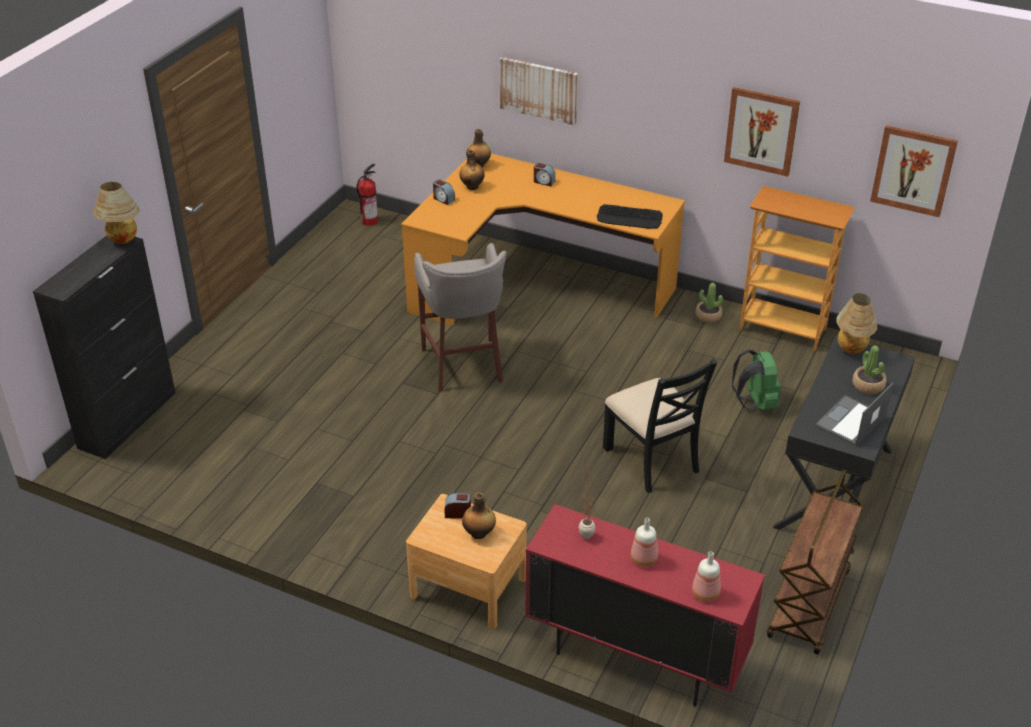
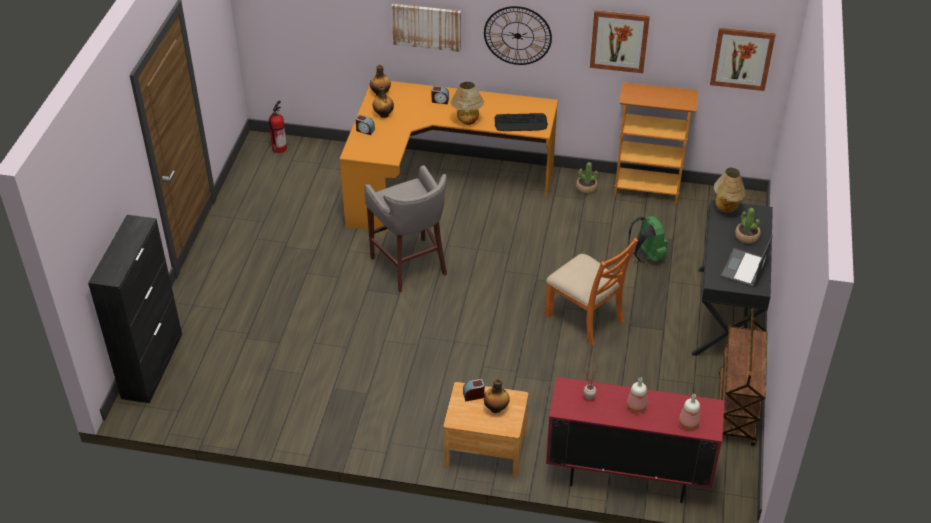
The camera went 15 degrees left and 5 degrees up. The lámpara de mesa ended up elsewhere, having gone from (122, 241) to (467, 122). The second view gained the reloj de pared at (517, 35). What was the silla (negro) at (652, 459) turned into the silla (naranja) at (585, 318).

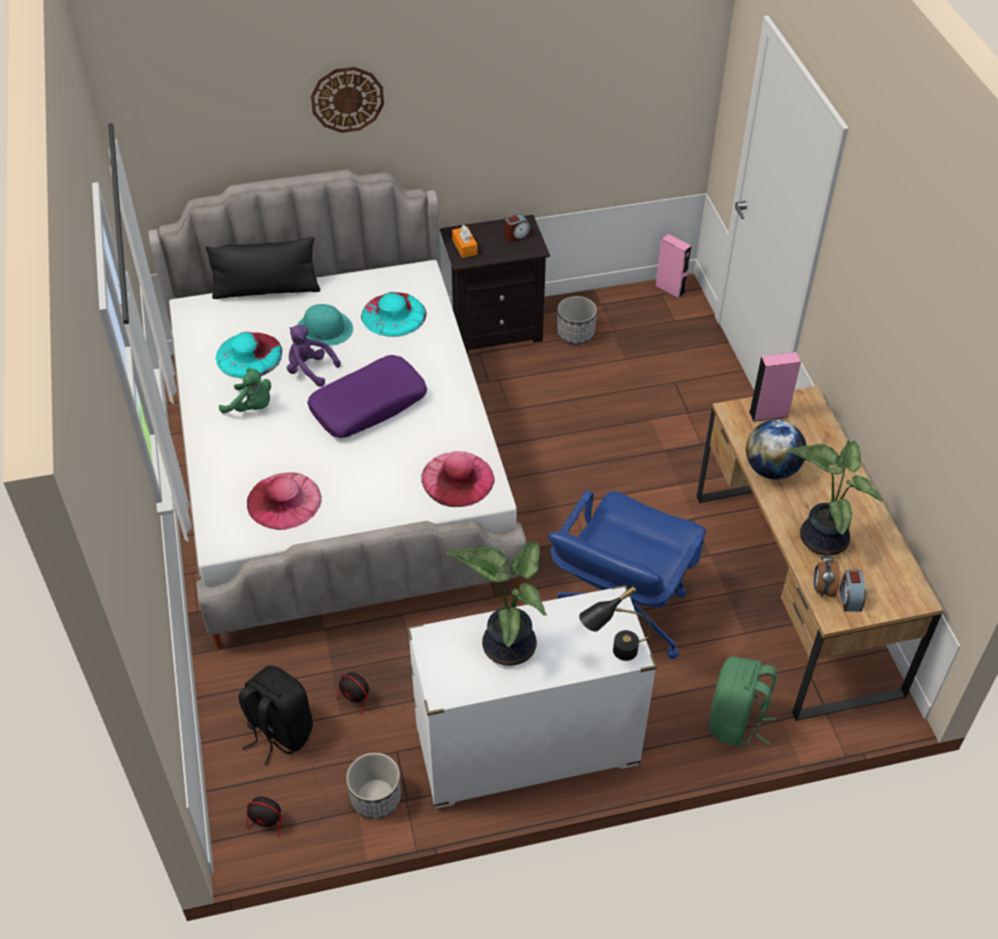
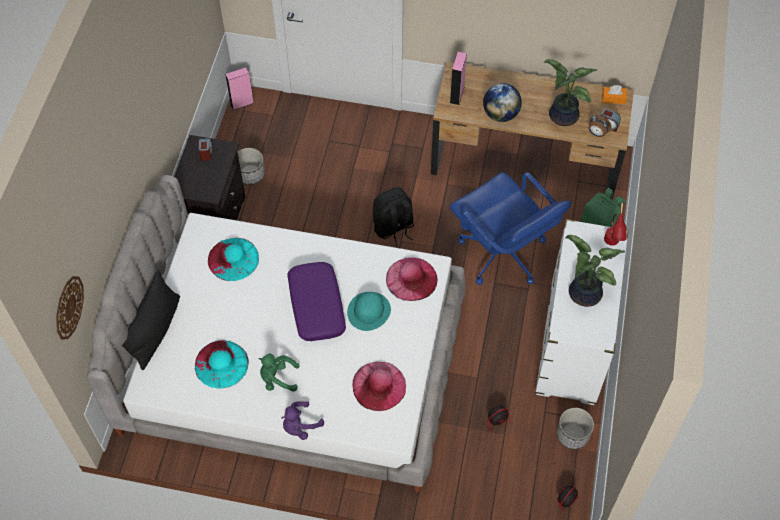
The camera went 65 degrees left and 10 degrees up. The reloj de pared ended up elsewhere, having gone from (347, 99) to (68, 307). The peluche (verde) at (252, 407) ended up facing another way, 135 degrees counterclockwise from before. The peluche (morado) ended up elsewhere, having gone from (310, 370) to (300, 426). The sombrero (turquesa) ended up elsewhere, having gone from (324, 329) to (369, 311). The mochila (negro) ended up elsewhere, having gone from (279, 732) to (393, 228). The caja de pañuelos (naranja) ended up elsewhere, having gone from (464, 247) to (613, 98). What was the lámpara de mesa (negro) at (613, 653) turned into the lámpara de mesa (rojo) at (611, 245).

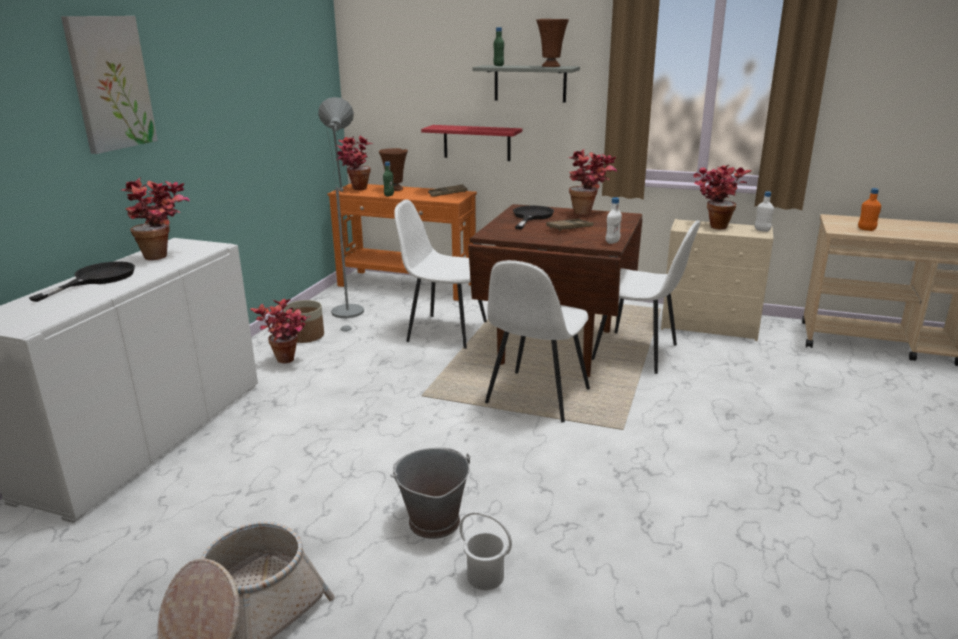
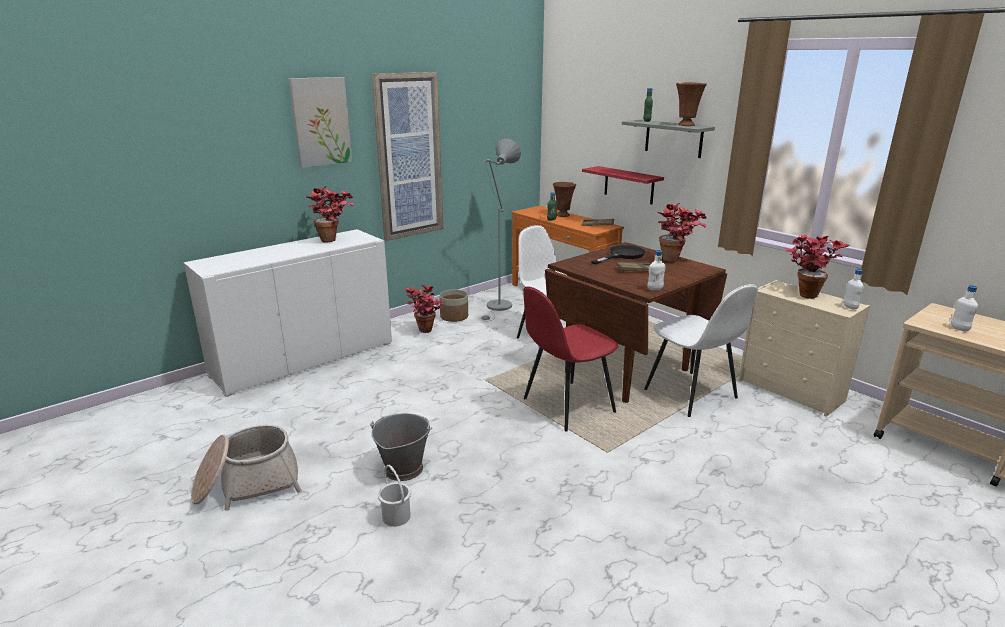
The camera went 30 degrees right and 0 degrees up. The second view gained the cuadro at (408, 157). What was the silla (blanco) at (536, 397) turned into the silla (rojo) at (566, 406). What was the botella (naranja) at (866, 229) turned into the botella (blanco) at (959, 329). The second view lost the sartén (negro) at (96, 279). The second view lost the planta en maceta at (355, 190).

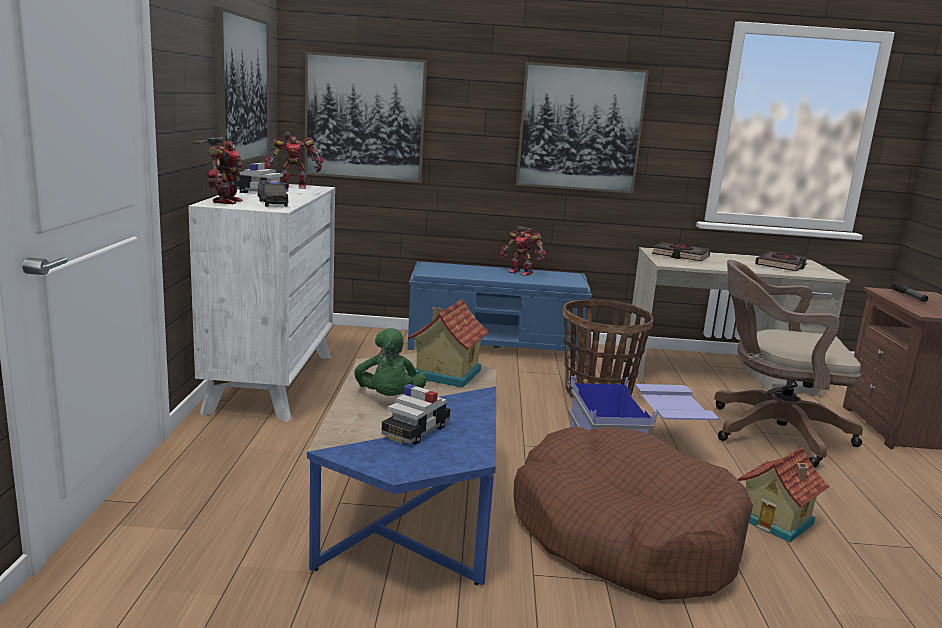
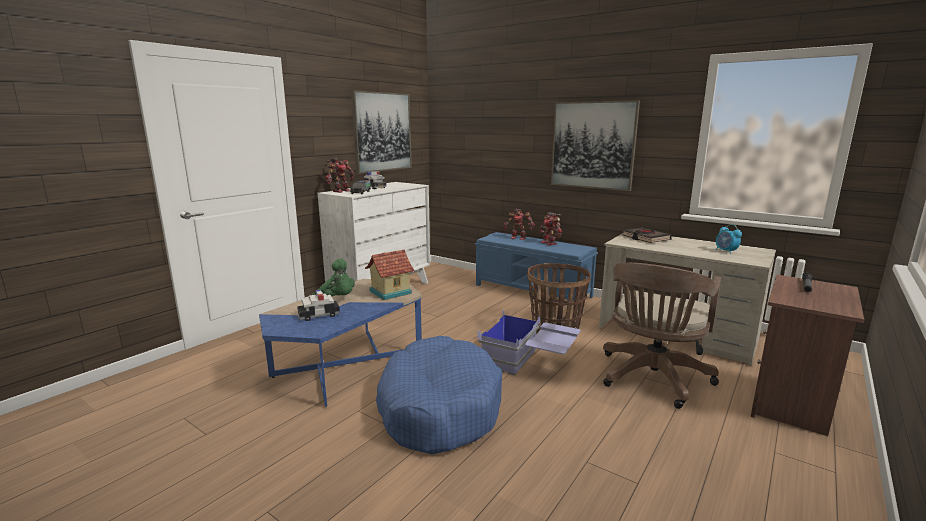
The camera went 35 degrees right and 0 degrees up. The peluche (verde) at (389, 399) ended up facing another way, 90 degrees counterclockwise from before. What was the cama para perro (marrón) at (624, 534) turned into the cama para perro (azul) at (438, 407). The robot de juguete ended up elsewhere, having gone from (293, 186) to (518, 238). The silla de oficina (marrón) at (770, 432) ended up facing another way, 105 degrees counterclockwise from before. Where the libro (negro) stood at (781, 265), the despertador came to stand at (726, 251). The second view lost the cuadro at (365, 118). The second view lost the casita at (777, 521).

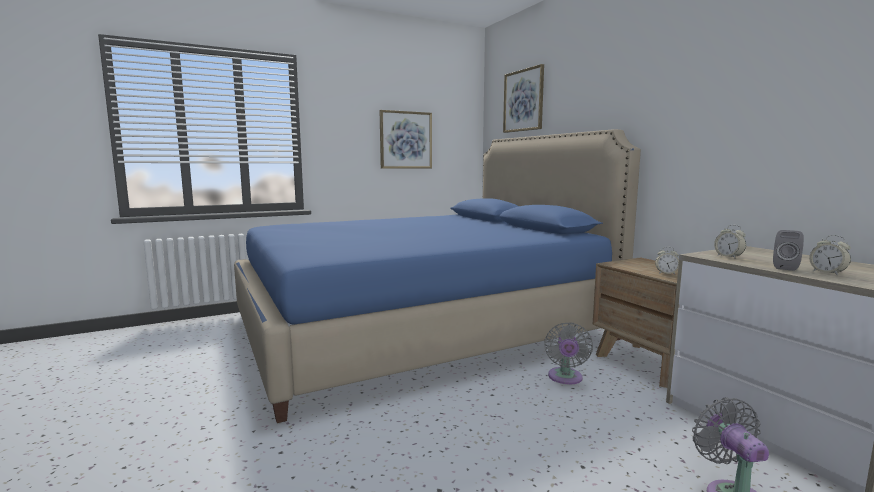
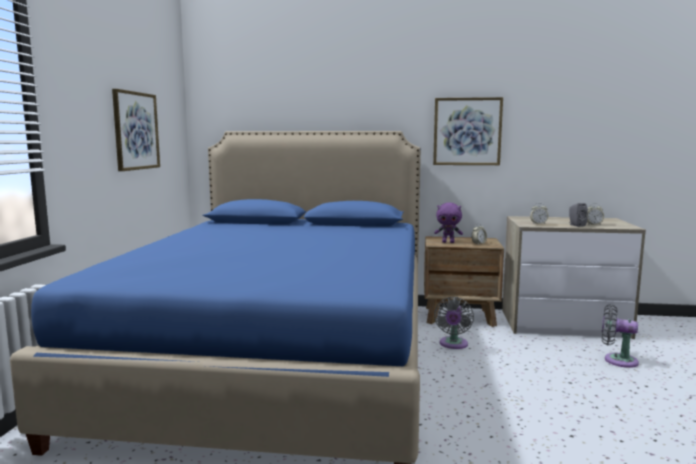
The camera went 55 degrees left and 0 degrees up. The cuadro ended up elsewhere, having gone from (523, 100) to (467, 131). The second view gained the peluche (morado) at (448, 242). The ventilador (gris) at (565, 378) ended up facing another way, 60 degrees clockwise from before.

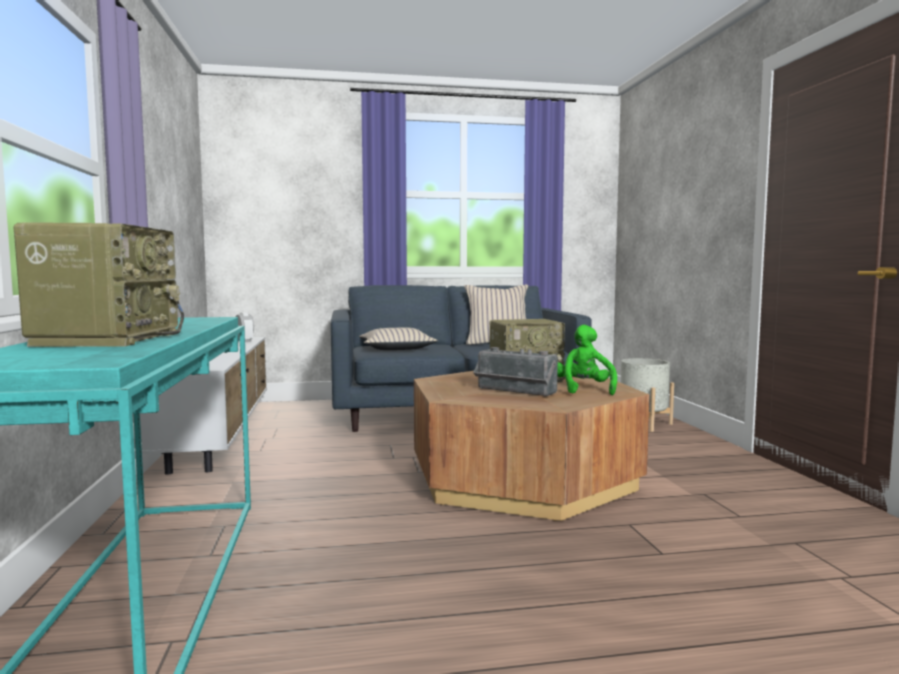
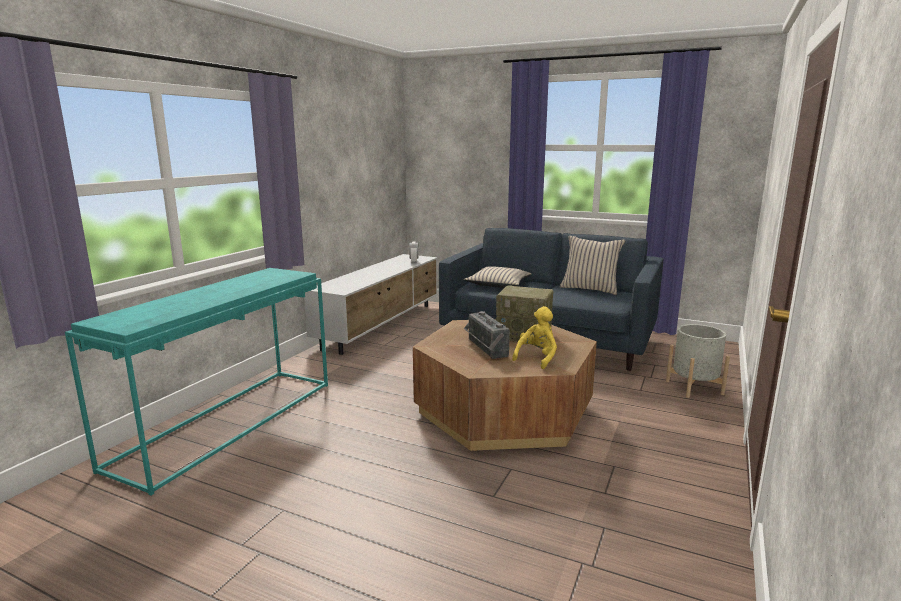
The camera went 35 degrees right and 10 degrees up. What was the peluche (verde) at (584, 389) turned into the peluche (amarillo) at (537, 358). The second view lost the radio at (107, 339).

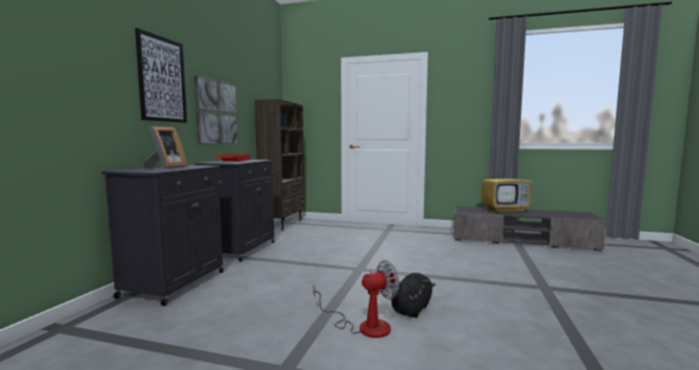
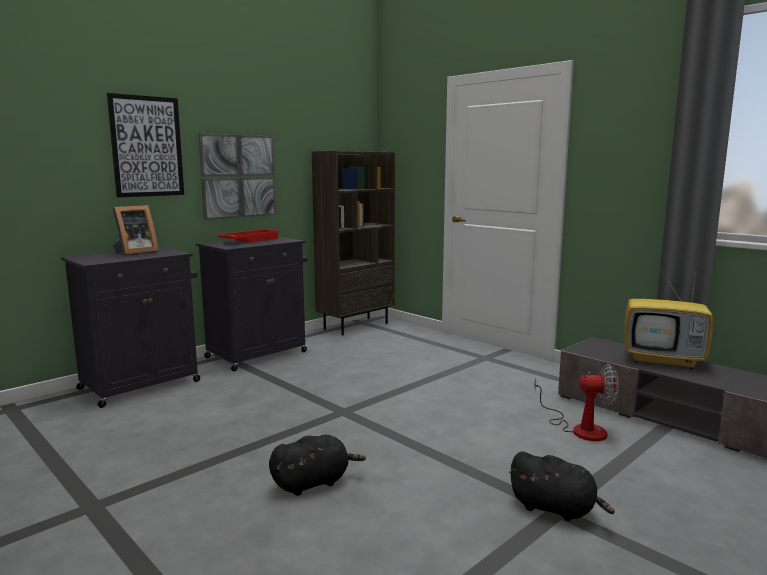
The camera went 30 degrees right and 5 degrees up. The second view gained the peluche (negro) at (556, 509). The ventilador ended up elsewhere, having gone from (364, 326) to (580, 428).

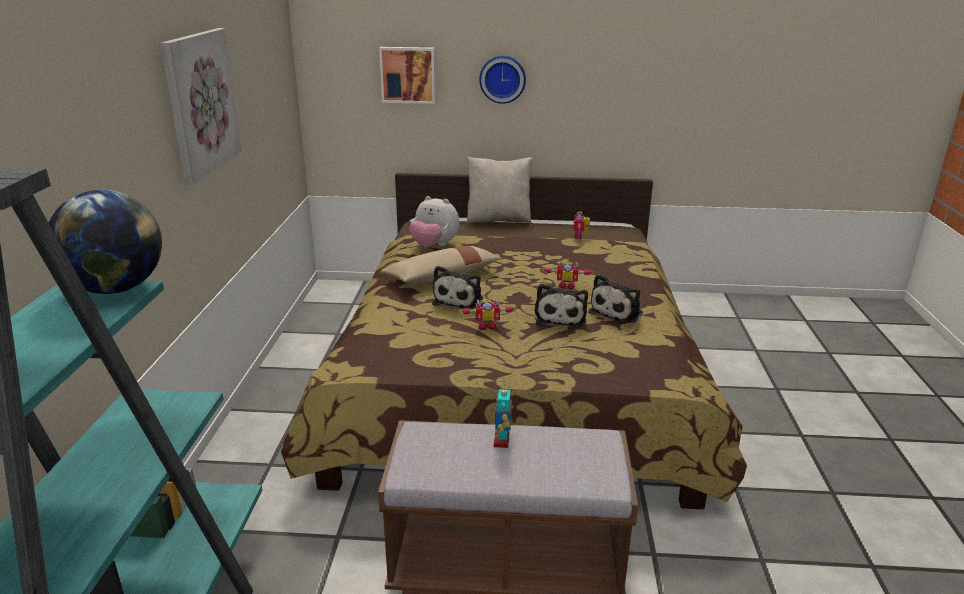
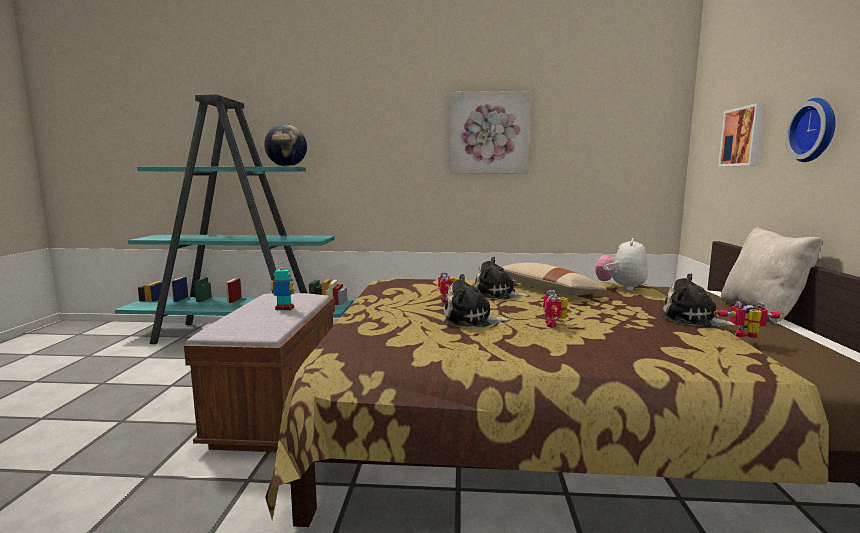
The camera went 90 degrees right and 15 degrees down. The peluche ended up elsewhere, having gone from (618, 312) to (693, 319).

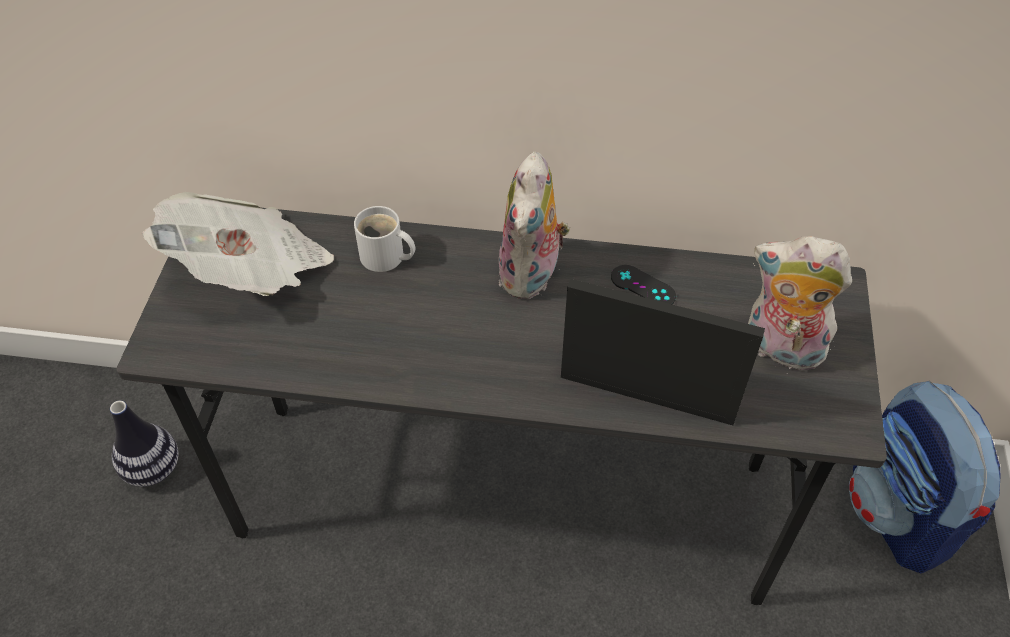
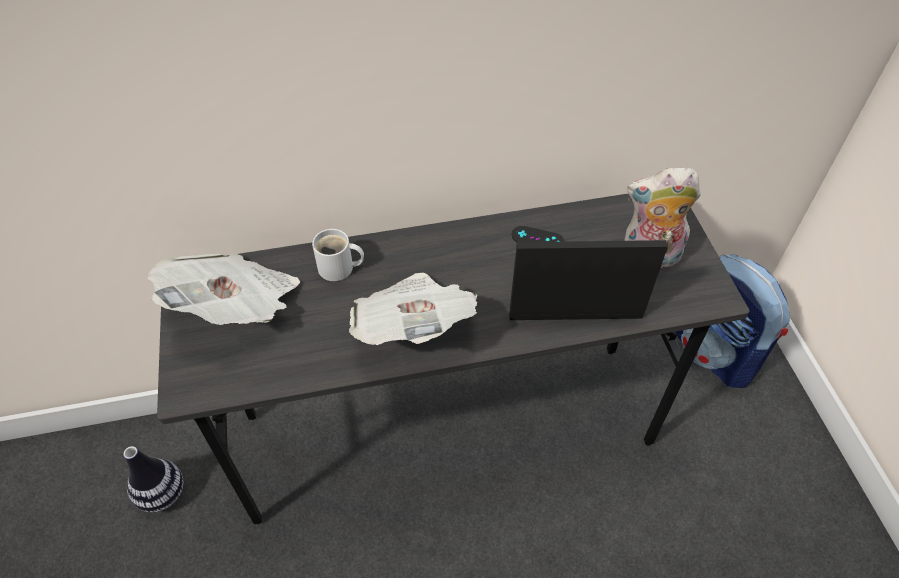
The camera went 20 degrees left and 0 degrees up. The second view gained the periódico at (413, 327). The second view lost the peluche at (532, 275).

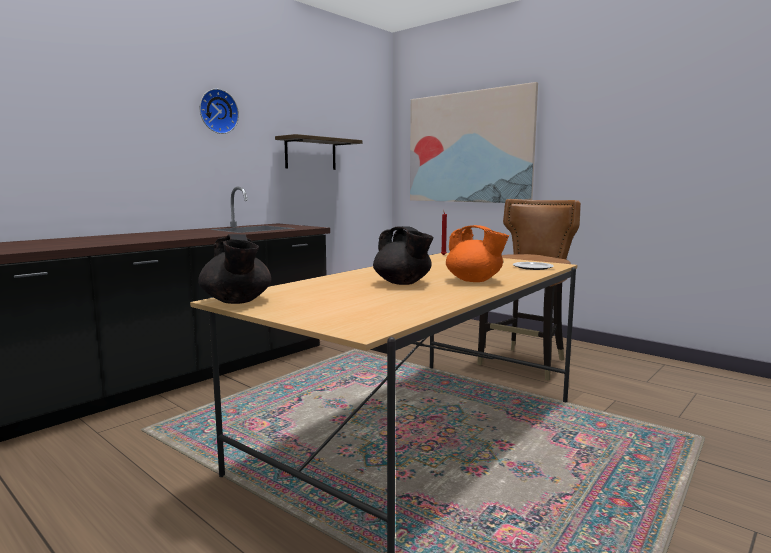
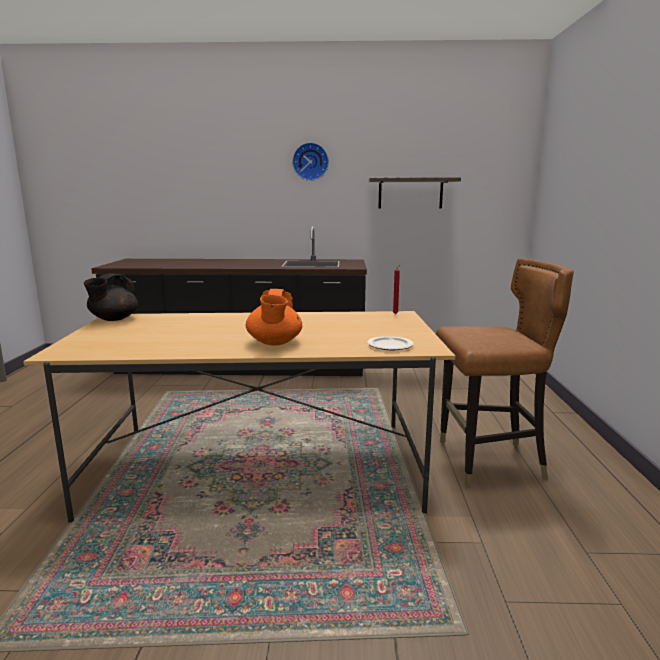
The camera went 50 degrees right and 5 degrees up. The second view lost the tetera (negro) at (403, 283). The second view lost the cuadro at (468, 147).

